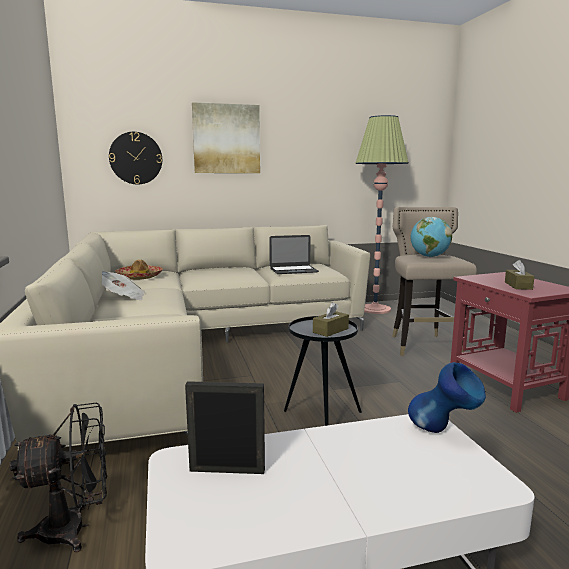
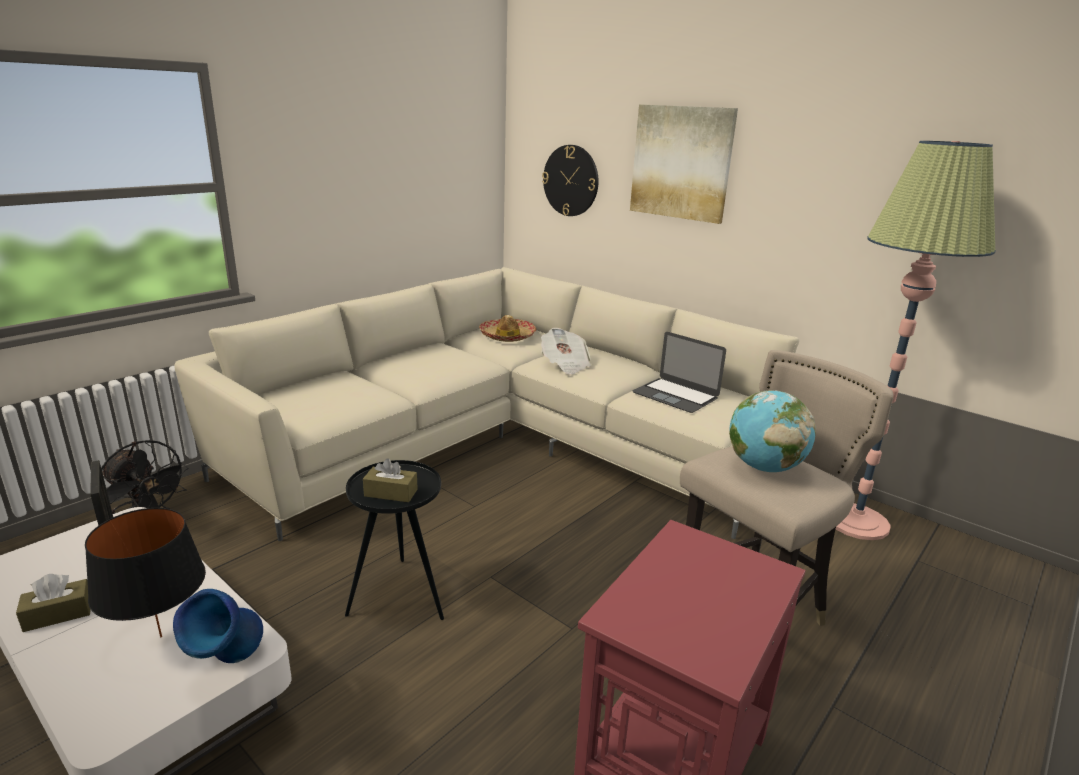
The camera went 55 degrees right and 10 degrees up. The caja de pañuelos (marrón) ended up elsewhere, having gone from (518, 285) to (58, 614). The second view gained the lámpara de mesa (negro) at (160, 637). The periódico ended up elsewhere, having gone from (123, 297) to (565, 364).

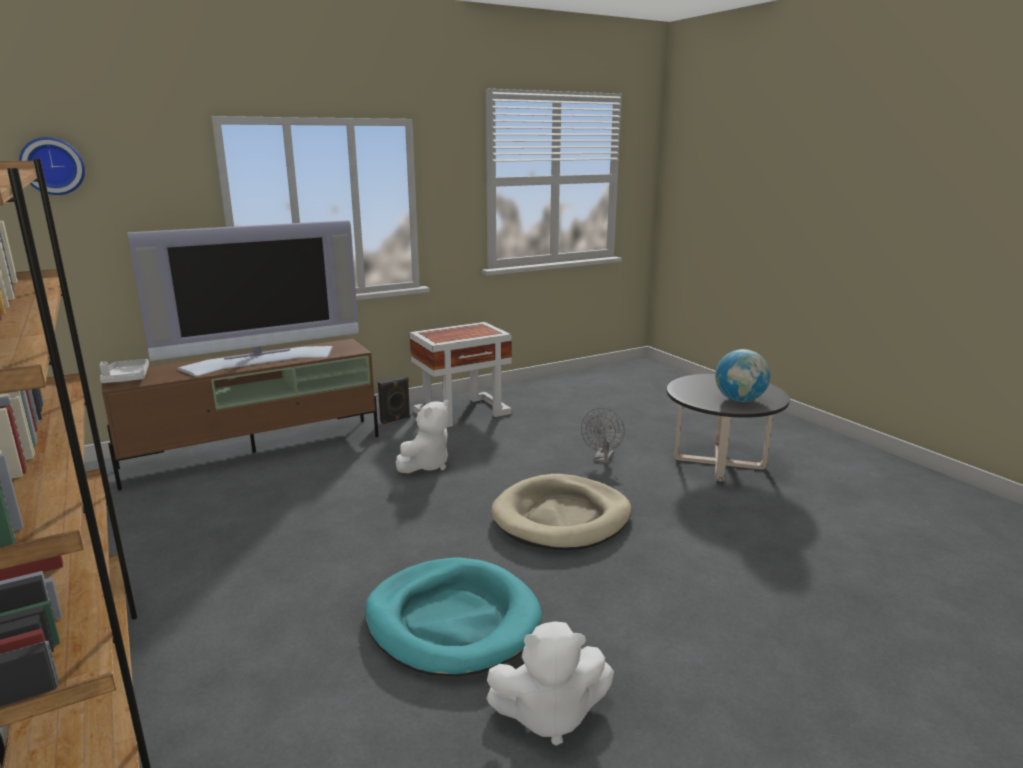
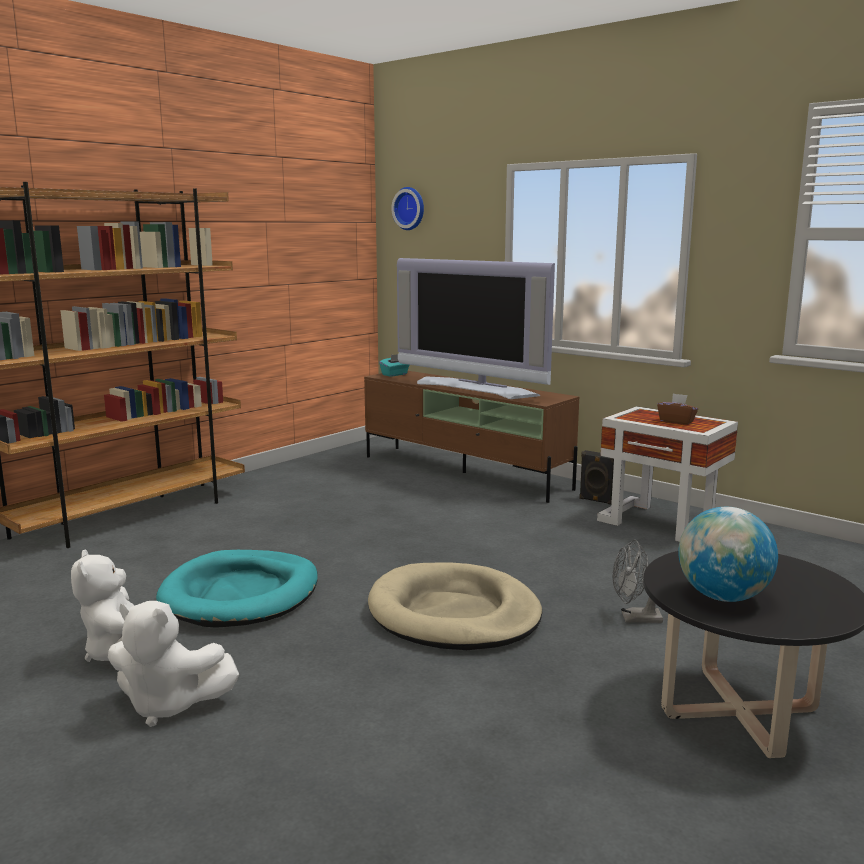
The camera went 70 degrees right and 5 degrees down. The peluche (blanco) ended up elsewhere, having gone from (426, 465) to (169, 705). Where the bandeja (gris) stood at (126, 378), the caja de pañuelos (turquesa) came to stand at (394, 374). The second view gained the caja de pañuelos (marrón) at (676, 421).

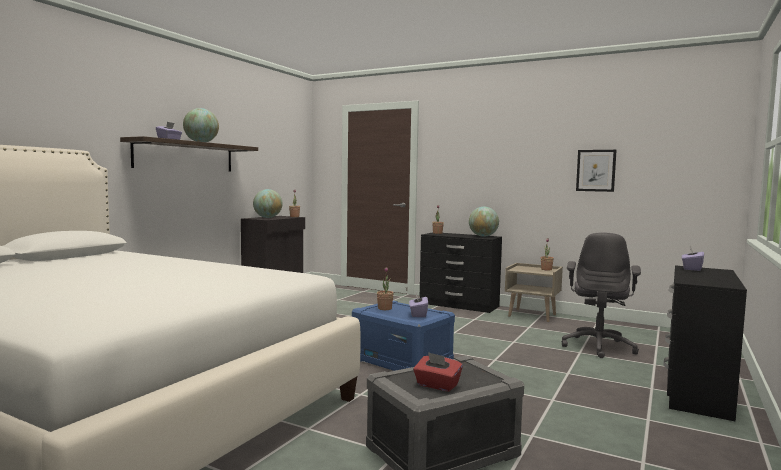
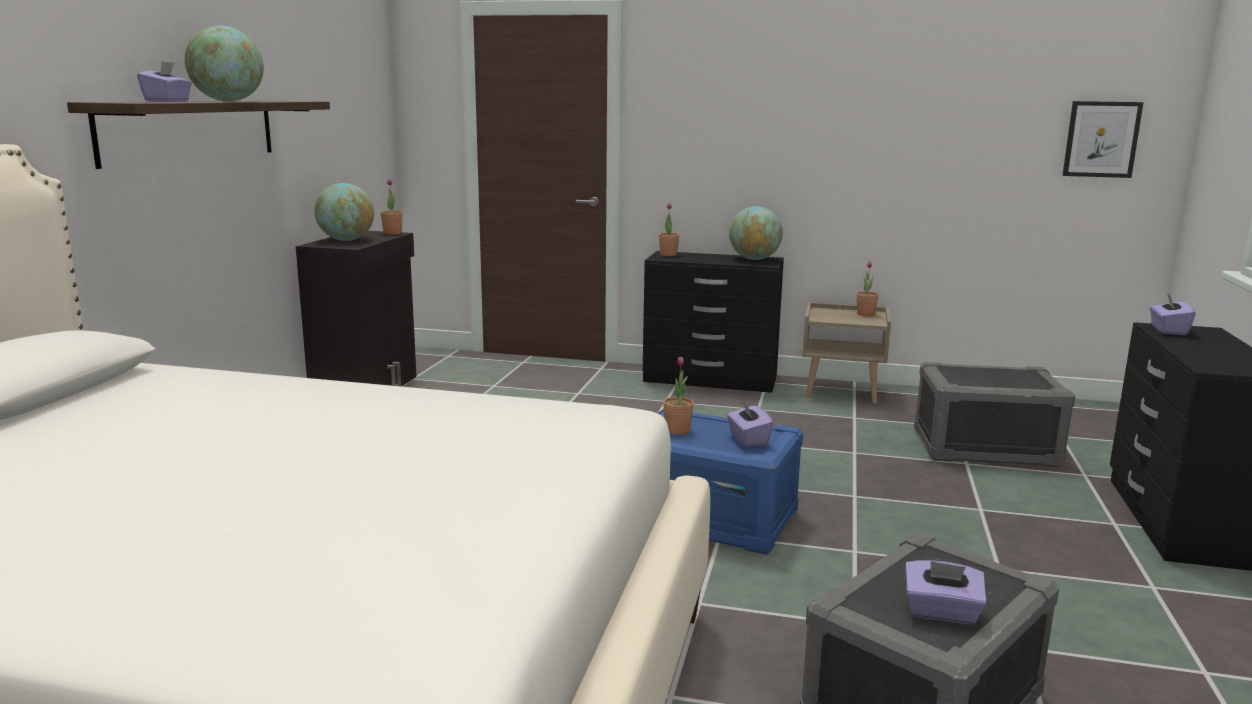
The camera went 15 degrees left and 10 degrees up. What was the caja de pañuelos (rojo) at (437, 385) turned into the caja de pañuelos (morado) at (941, 612). Where the silla de oficina (gris) stood at (598, 347), the caja de almacenaje (gris) came to stand at (984, 448). The cuadro ended up elsewhere, having gone from (596, 170) to (1101, 139).

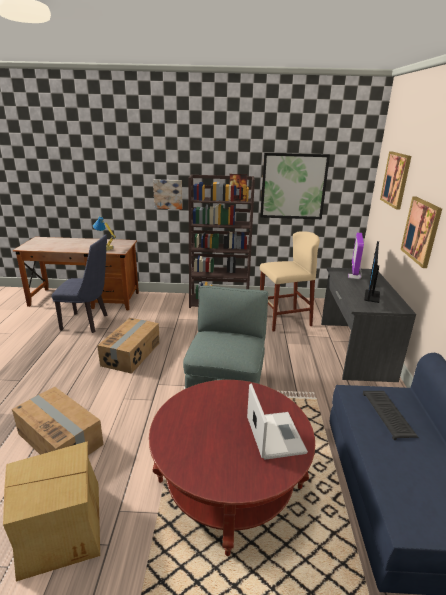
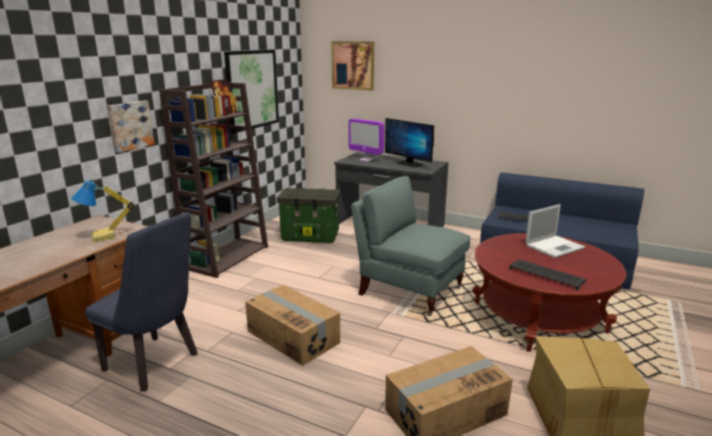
The camera went 65 degrees left and 5 degrees down. The silla (azul) at (88, 322) ended up facing another way, 90 degrees clockwise from before. Where the taburete (beis) stood at (284, 320), the caja de almacenaje came to stand at (311, 236). The second view gained the teclado at (547, 275). The portátil at (274, 434) ended up facing another way, 135 degrees clockwise from before. The second view lost the cuadro at (421, 231).

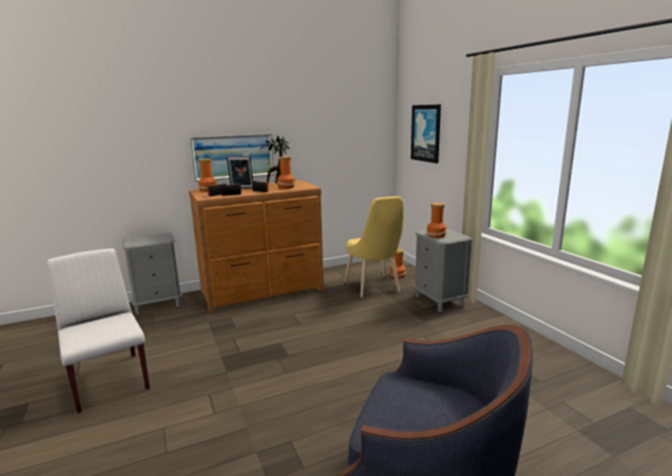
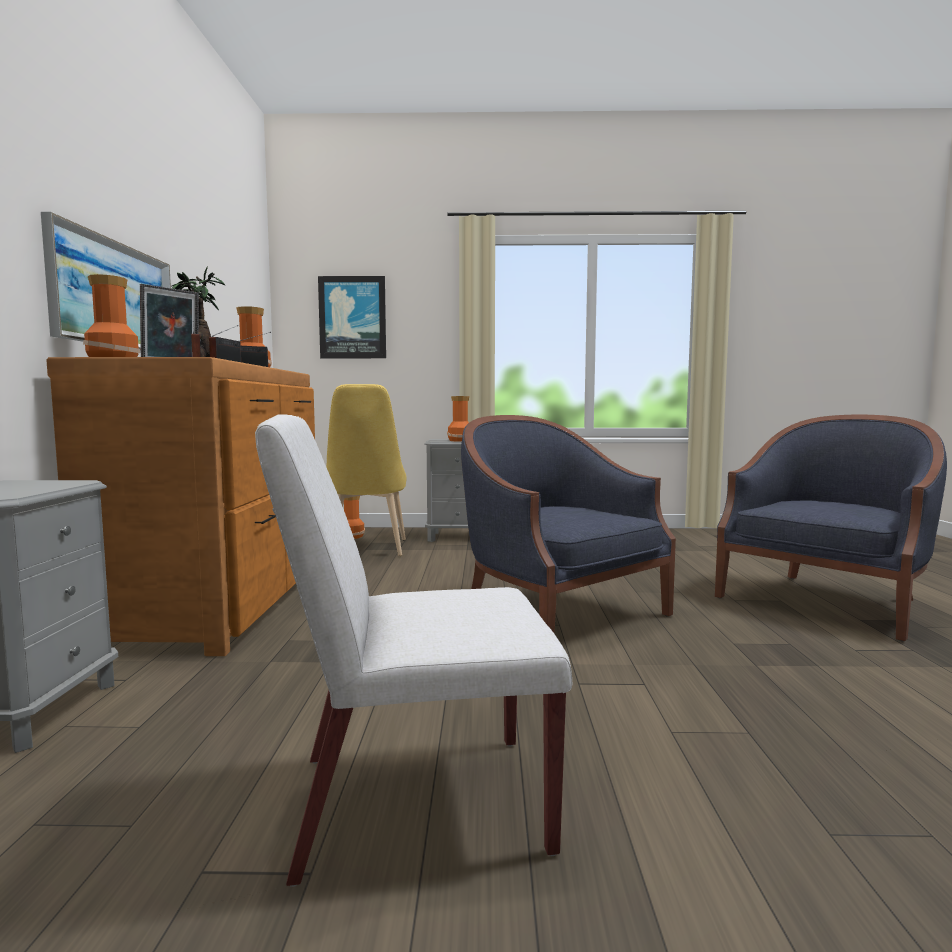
The camera went 65 degrees left and 10 degrees down. The silla (amarillo) at (374, 288) ended up facing another way, 75 degrees clockwise from before. The second view gained the sillón (azul) at (558, 614).

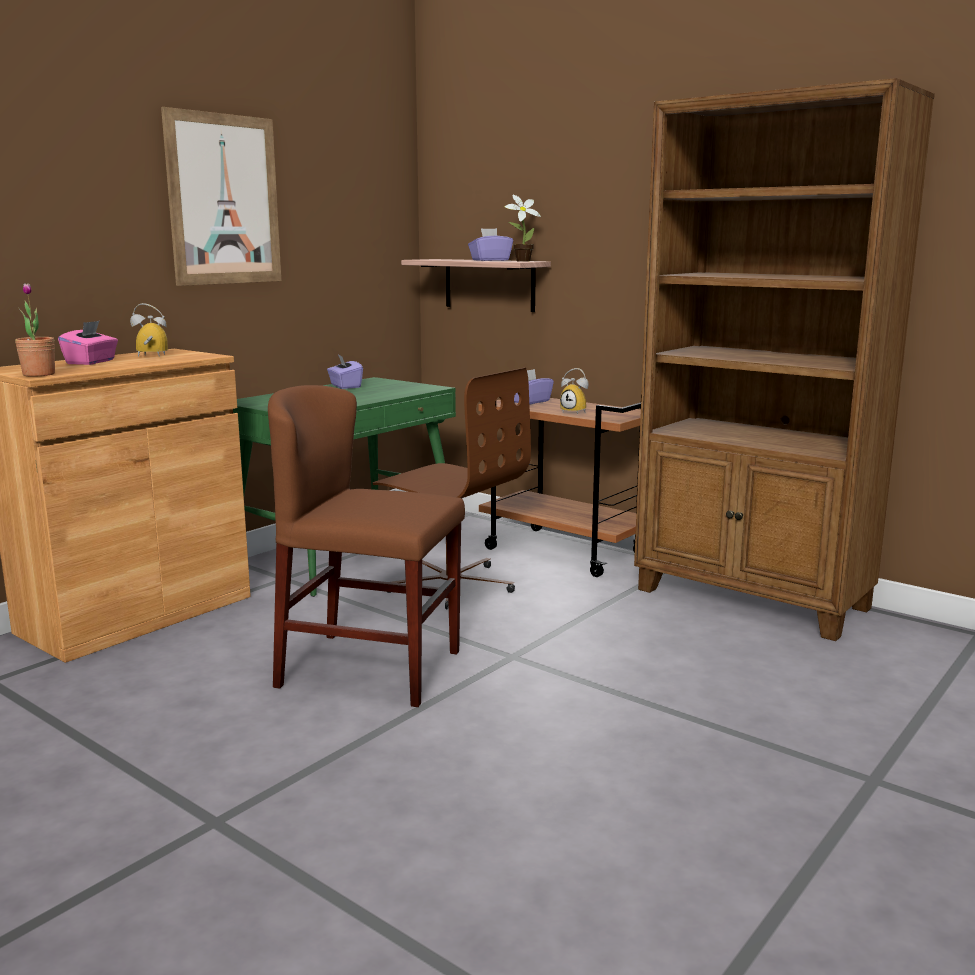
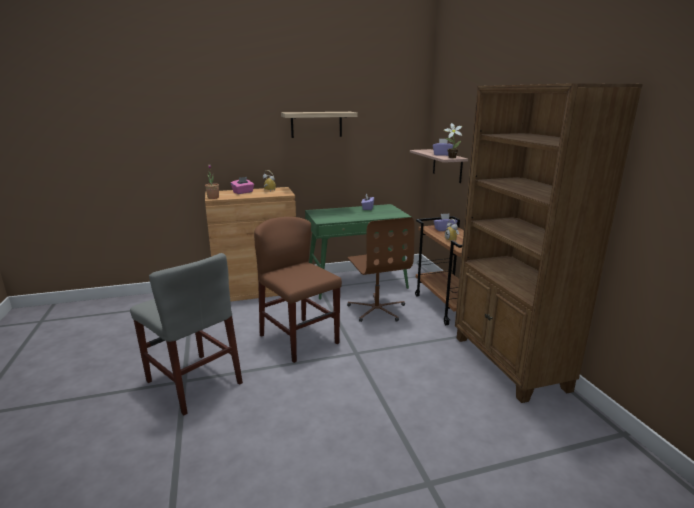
The camera went 35 degrees right and 5 degrees up. The second view gained the silla (gris) at (194, 382). Where the cuadro hung at (224, 200), the estante came to hang at (316, 124).

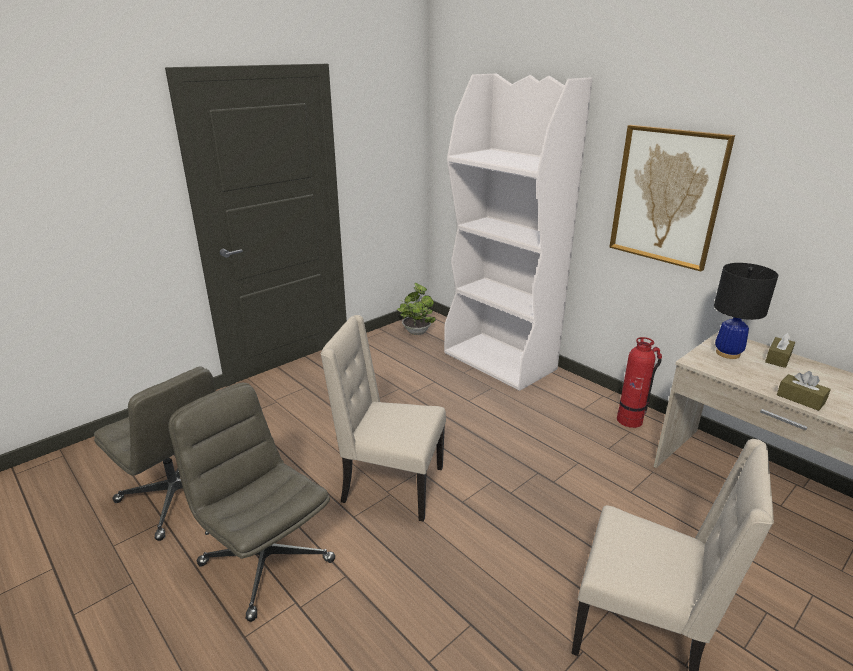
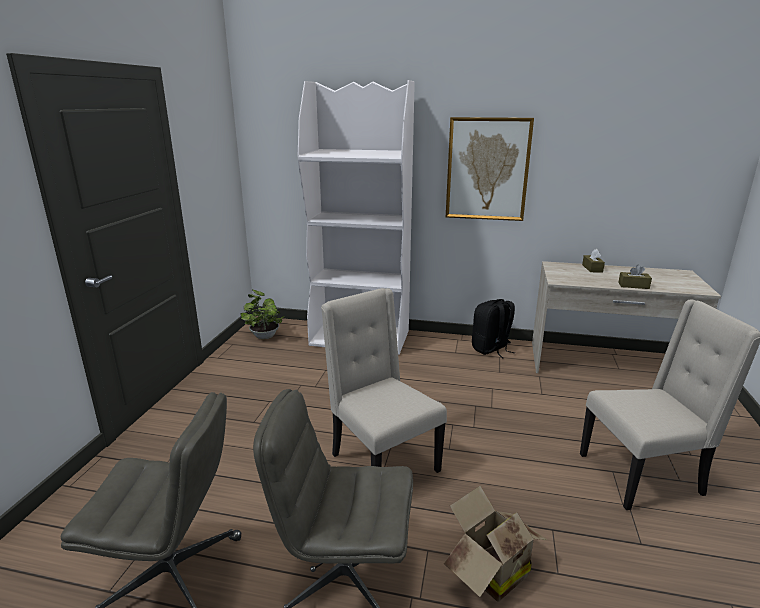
The camera went 35 degrees left and 5 degrees down. The silla (beis) at (390, 486) ended up facing another way, 75 degrees clockwise from before. The second view gained the caja de cartón at (489, 571). Where the extintor stood at (630, 420), the mochila (negro) came to stand at (491, 349). The second view lost the lámpara de mesa (negro) at (728, 353).

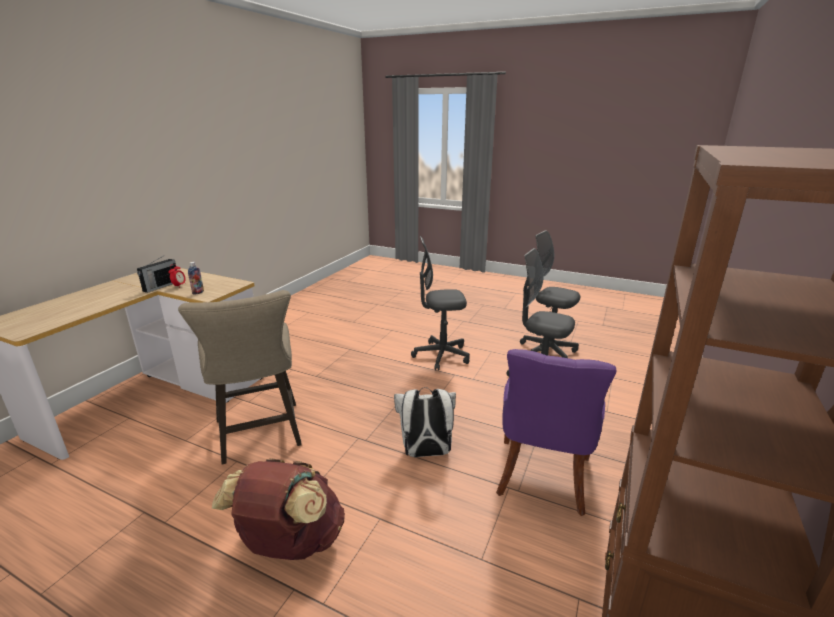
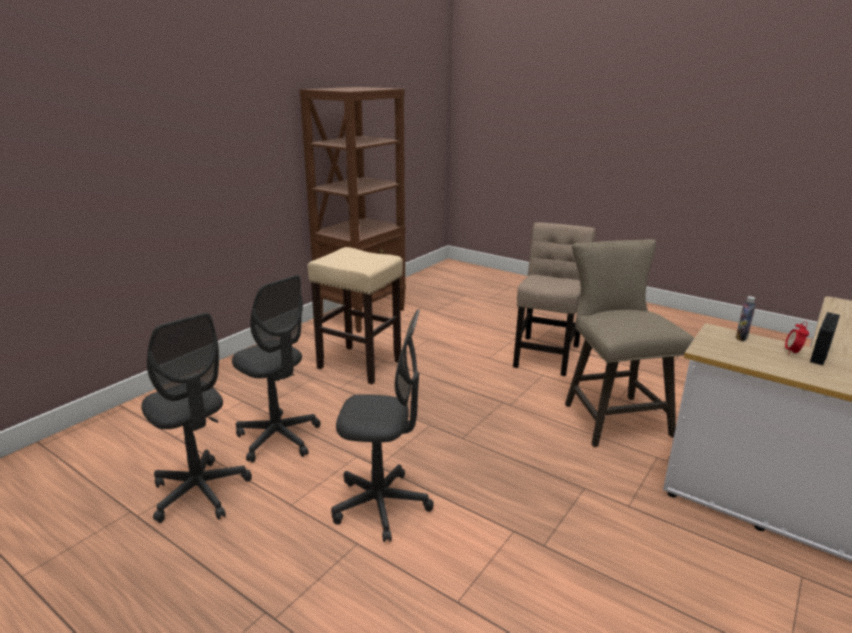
The camera went 170 degrees left and 0 degrees up. Where the silla (morado) stood at (542, 477), the taburete (beis) came to stand at (360, 365). Where the mochila (marrón) stood at (290, 543), the silla (beis) came to stand at (546, 353). The second view lost the mochila (blanco) at (425, 453).

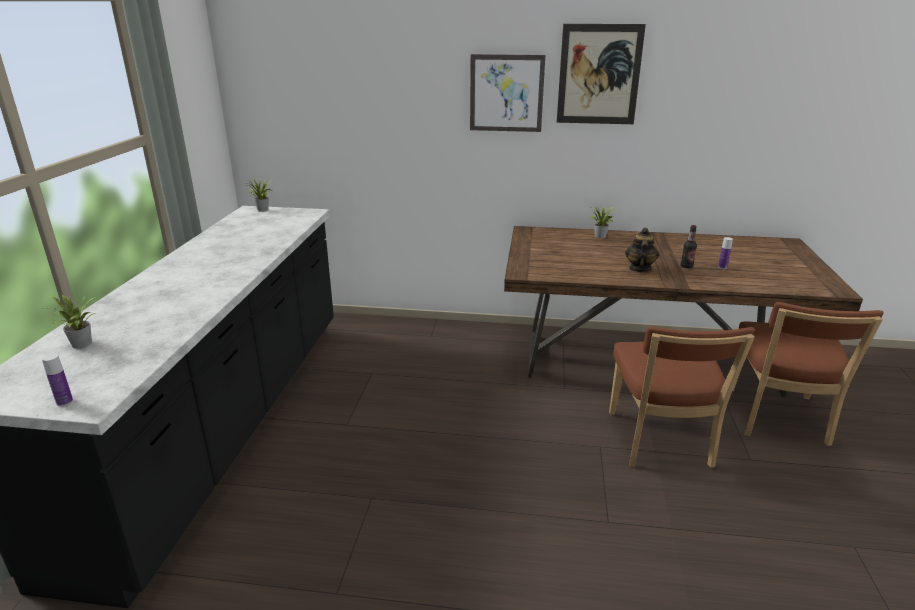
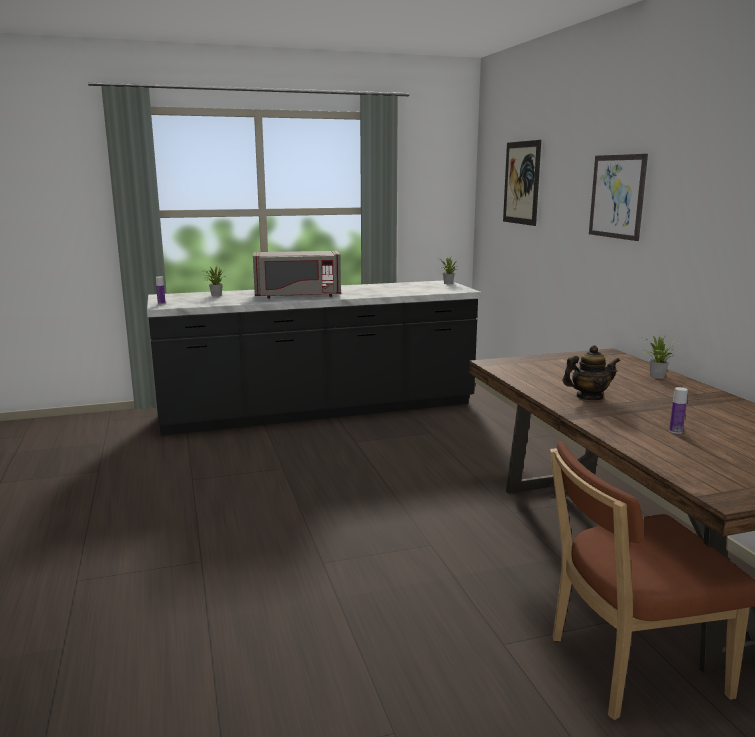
The camera went 65 degrees right and 10 degrees down. The second view gained the microondas (gris) at (297, 296). The cuadro ended up elsewhere, having gone from (599, 75) to (521, 183). The second view lost the silla (marrón) at (660, 443). The second view lost the botella at (686, 266).

